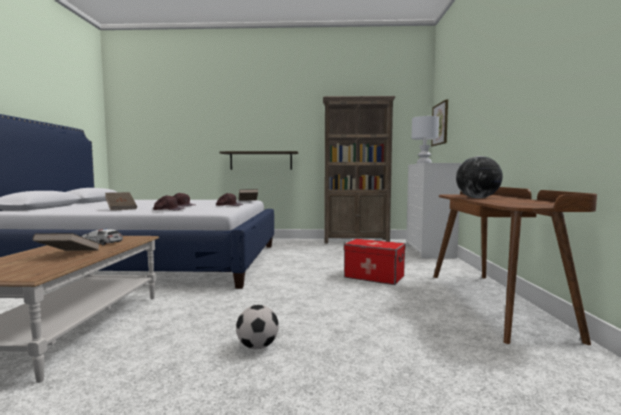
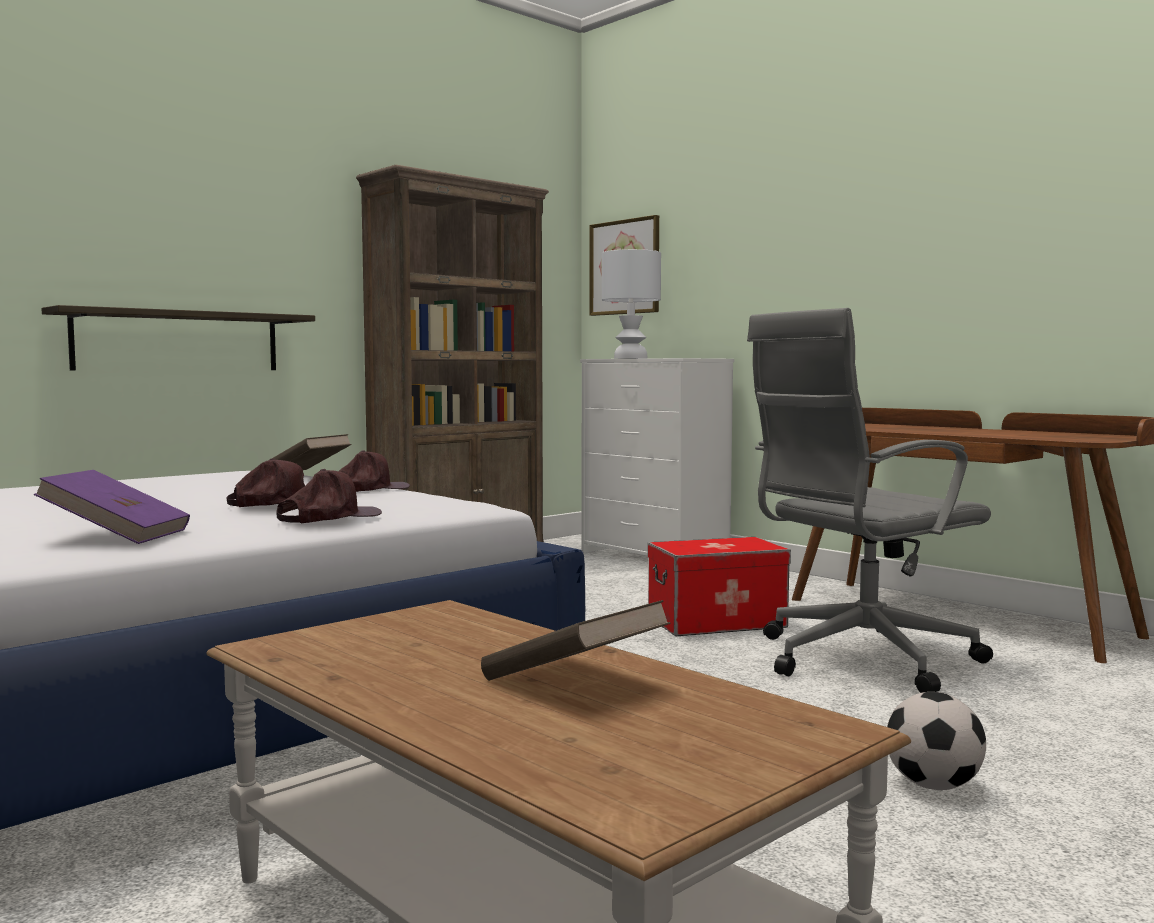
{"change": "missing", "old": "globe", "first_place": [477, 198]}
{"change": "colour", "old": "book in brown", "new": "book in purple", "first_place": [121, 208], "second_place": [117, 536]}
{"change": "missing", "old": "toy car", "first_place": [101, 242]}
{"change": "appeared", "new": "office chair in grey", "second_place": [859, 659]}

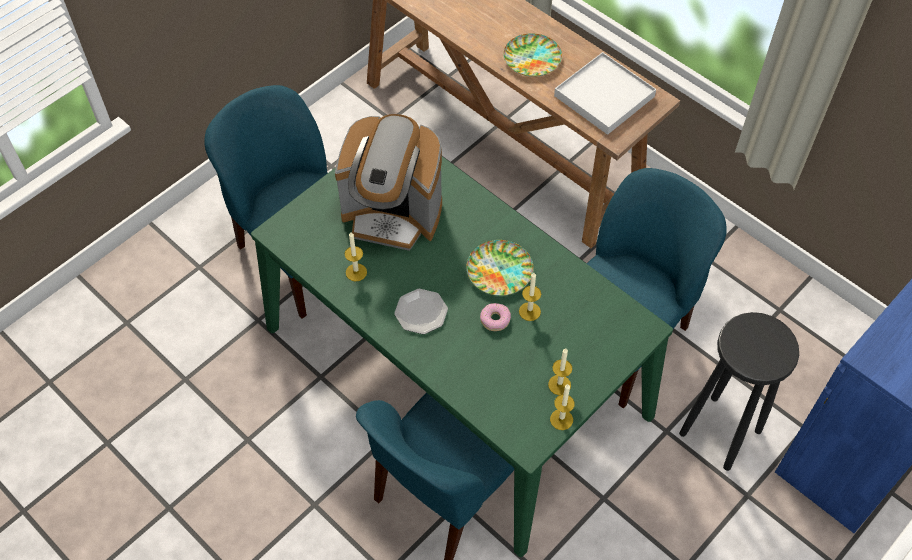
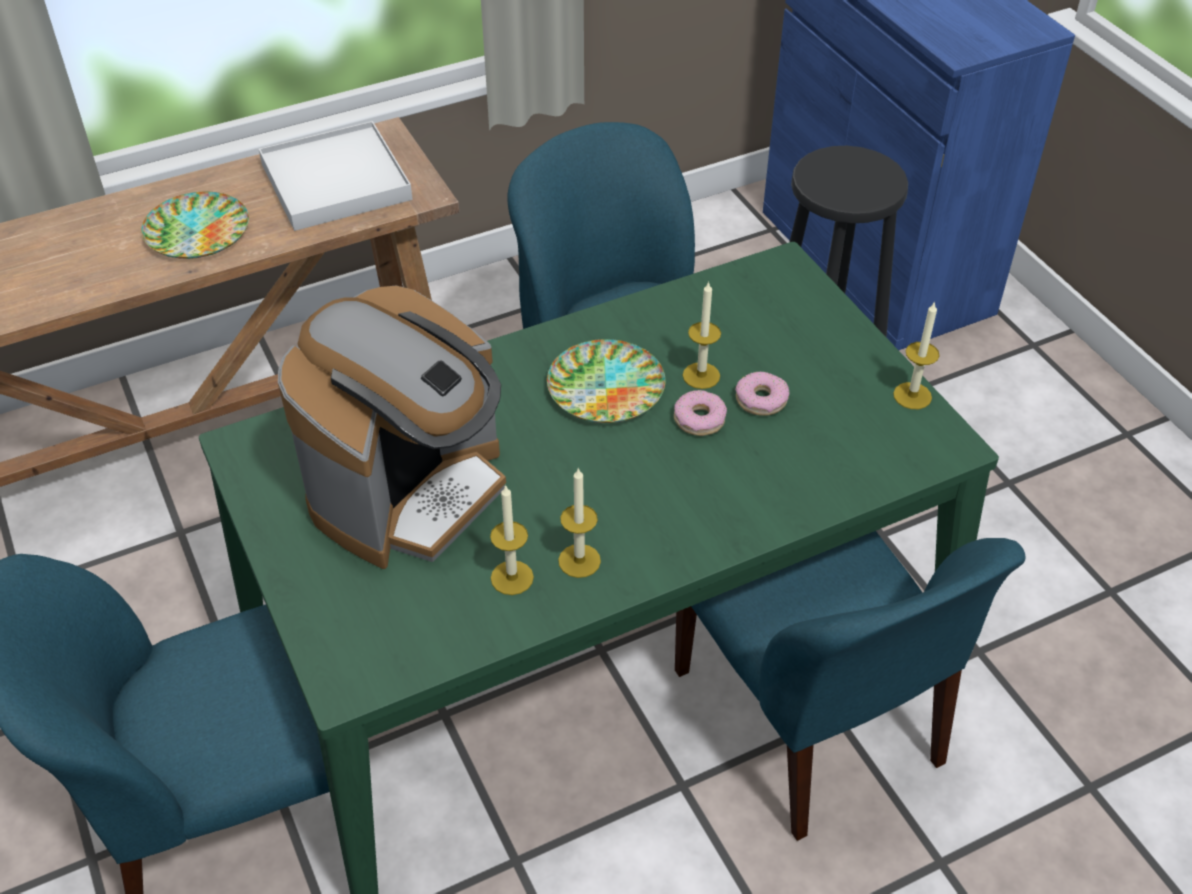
{"change": "missing", "old": "plate", "first_place": [421, 312]}
{"change": "relocated", "old": "candle", "first_place": [559, 385], "second_place": [579, 561]}
{"change": "appeared", "new": "donut", "second_place": [761, 400]}

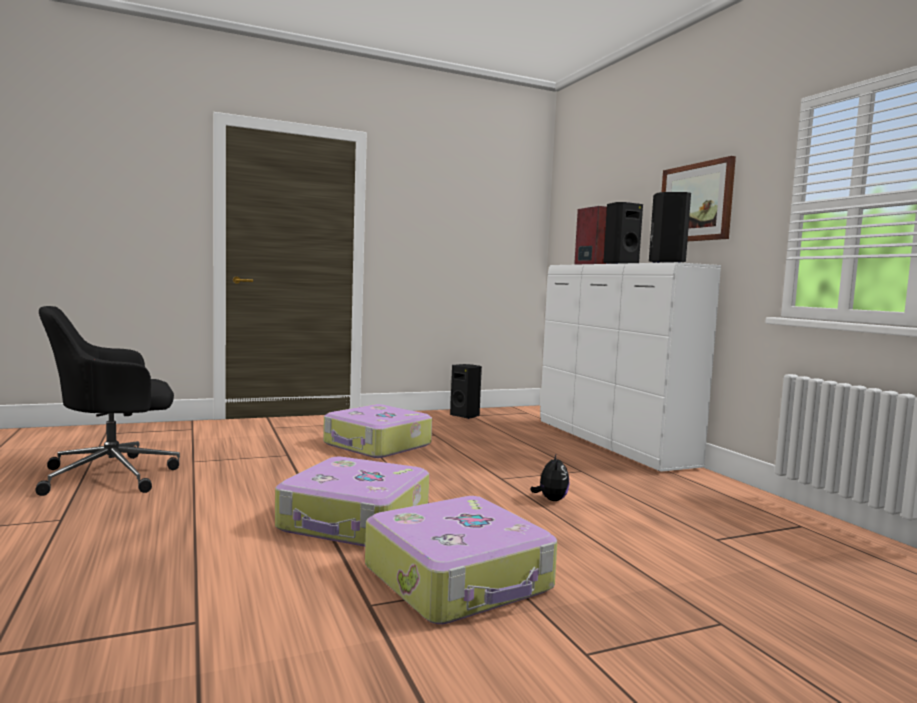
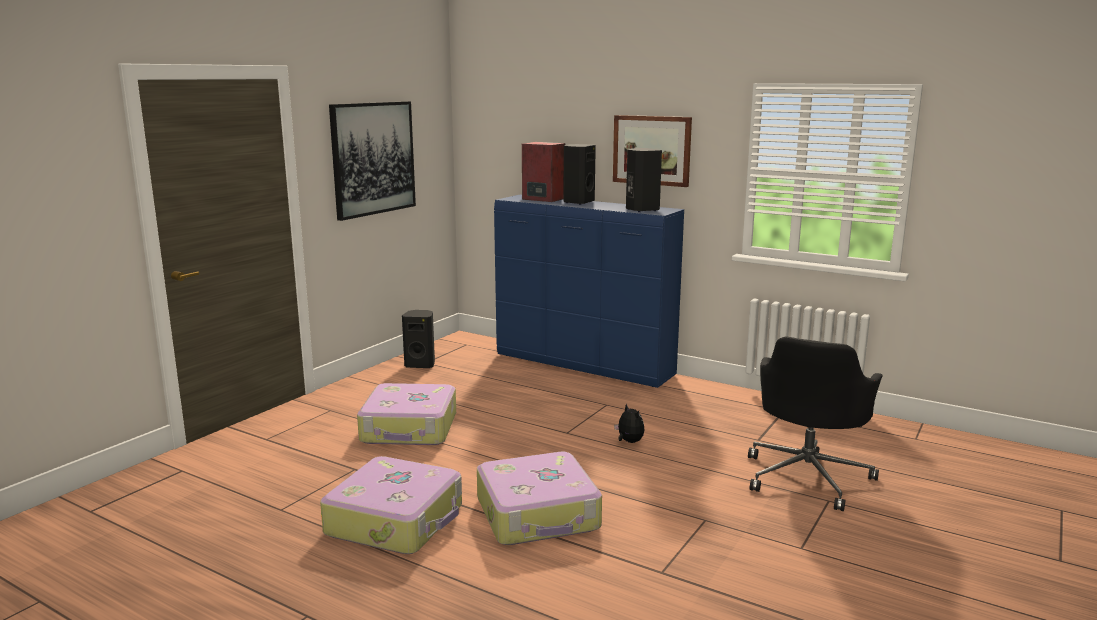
{"change": "colour", "old": "dresser in white", "new": "dresser in blue", "first_place": [610, 444], "second_place": [583, 366]}
{"change": "relocated", "old": "office chair in black", "first_place": [114, 475], "second_place": [807, 477]}
{"change": "relocated", "old": "suitcase", "first_place": [459, 579], "second_place": [397, 520]}
{"change": "appeared", "new": "picture", "second_place": [373, 158]}

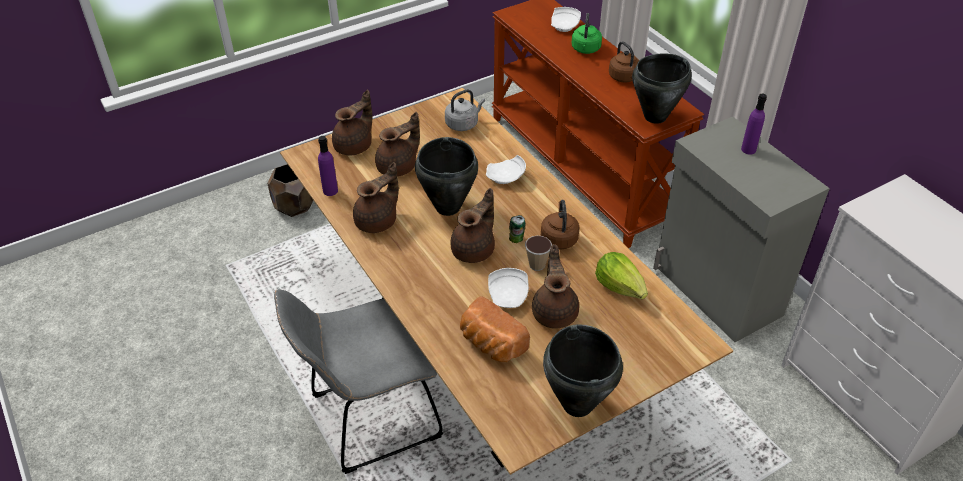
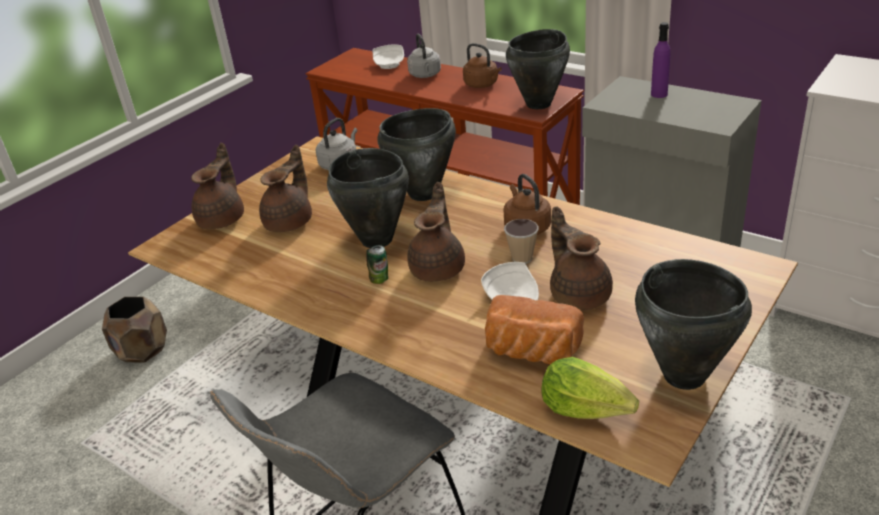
{"change": "colour", "old": "kettle in green", "new": "kettle in grey", "first_place": [585, 49], "second_place": [425, 75]}
{"change": "missing", "old": "bottle in purple", "first_place": [330, 191]}
{"change": "exchanged", "old": "plate in white", "new": "cooking pot in black", "first_place": [506, 177], "second_place": [424, 194]}
{"change": "missing", "old": "teapot in brown", "first_place": [378, 221]}
{"change": "relocated", "old": "can", "first_place": [516, 239], "second_place": [380, 279]}
{"change": "relocated", "old": "lettuce", "first_place": [620, 286], "second_place": [585, 408]}

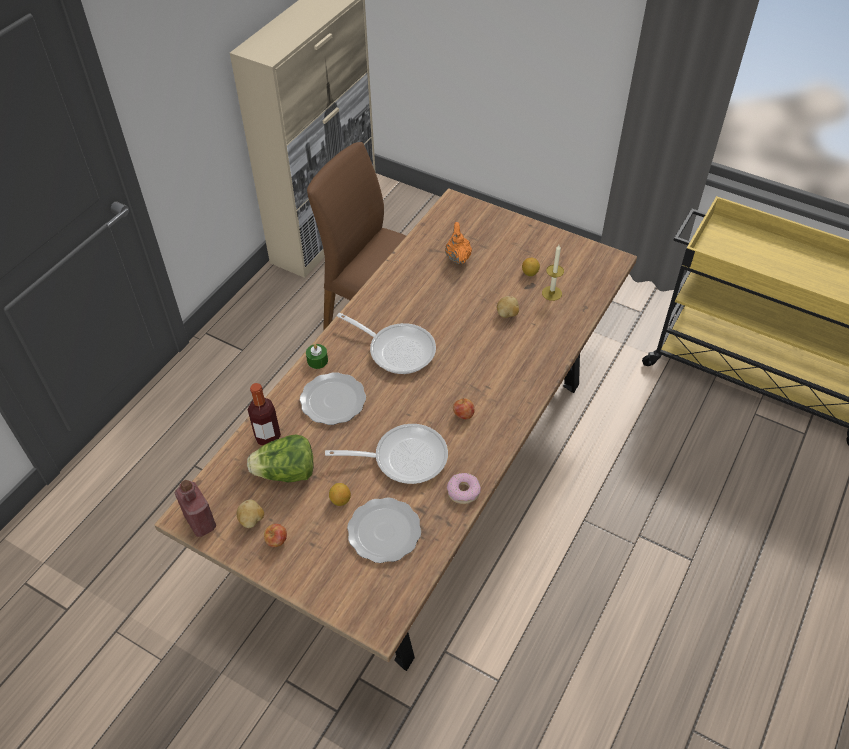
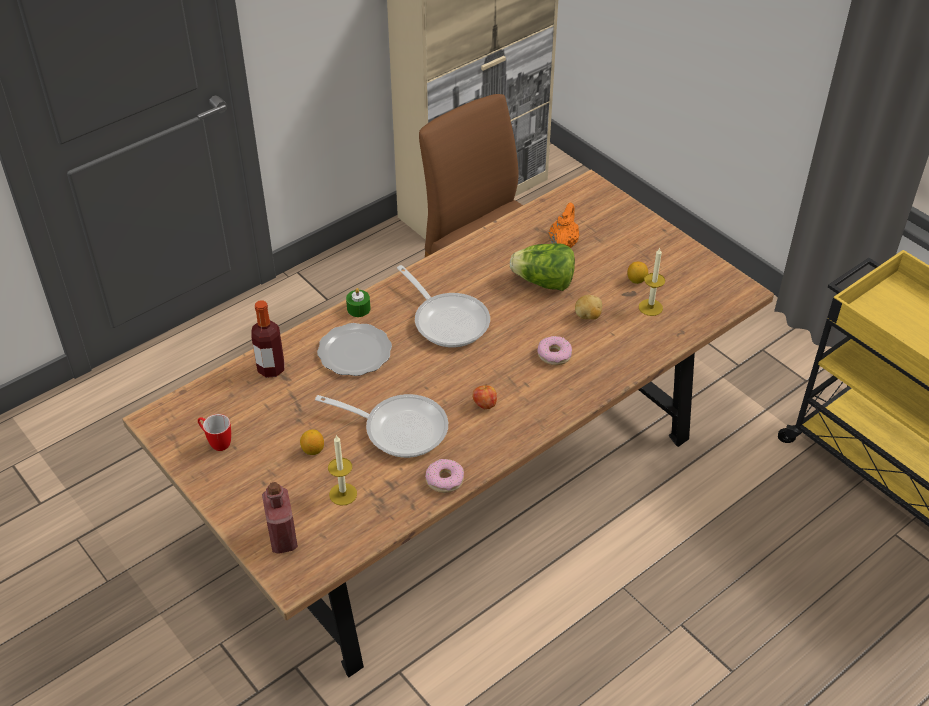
{"change": "relocated", "old": "lettuce", "first_place": [286, 473], "second_place": [544, 282]}
{"change": "relocated", "old": "bottle in red", "first_place": [200, 522], "second_place": [283, 538]}
{"change": "exchanged", "old": "plate", "new": "candle", "first_place": [385, 532], "second_place": [343, 494]}
{"change": "exchanged", "old": "potato", "new": "mug", "first_place": [252, 520], "second_place": [216, 442]}
{"change": "missing", "old": "apple", "first_place": [277, 541]}
{"change": "appeared", "new": "donut", "second_place": [554, 354]}

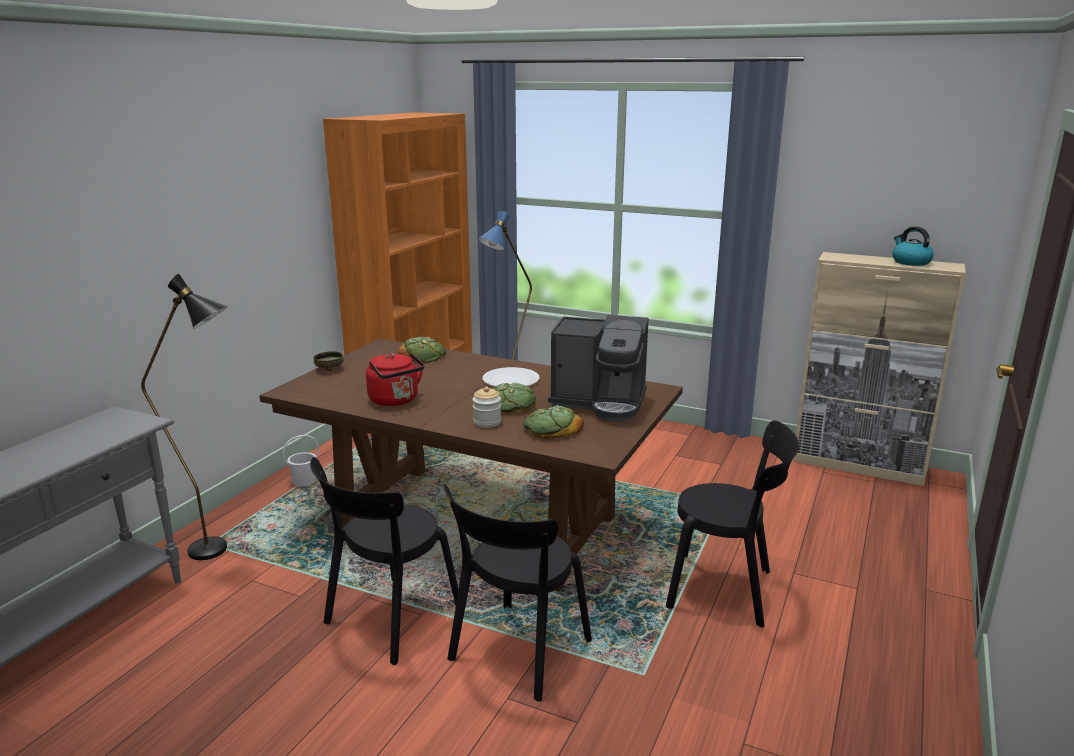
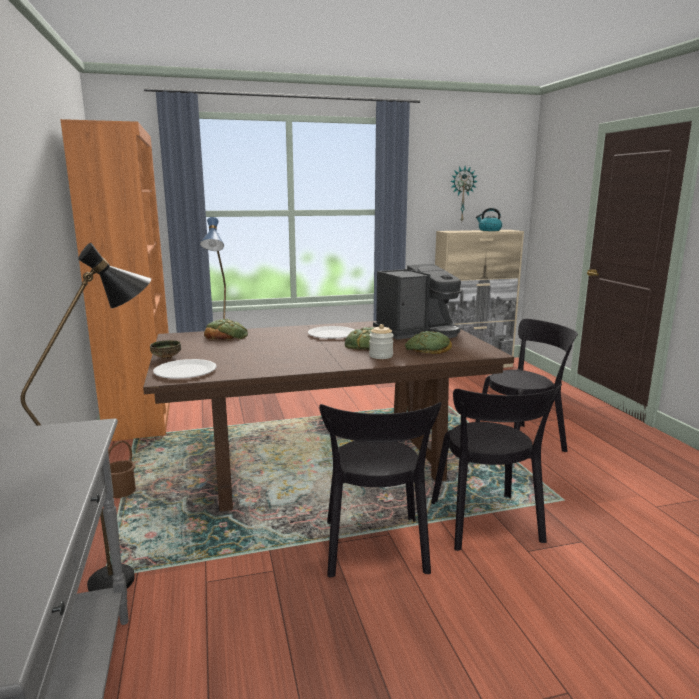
{"change": "missing", "old": "kettle in red", "first_place": [396, 400]}
{"change": "colour", "old": "bucket in white", "new": "bucket in brown", "first_place": [304, 481], "second_place": [122, 491]}
{"change": "appeared", "new": "wall clock", "second_place": [462, 194]}
{"change": "appeared", "new": "plate in white", "second_place": [185, 371]}

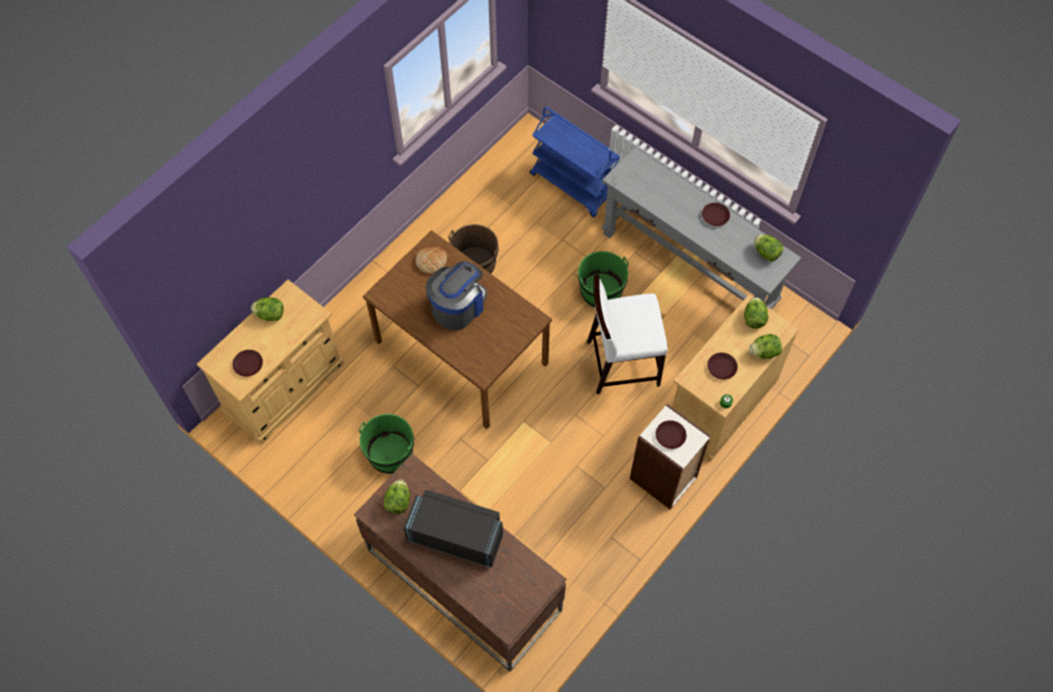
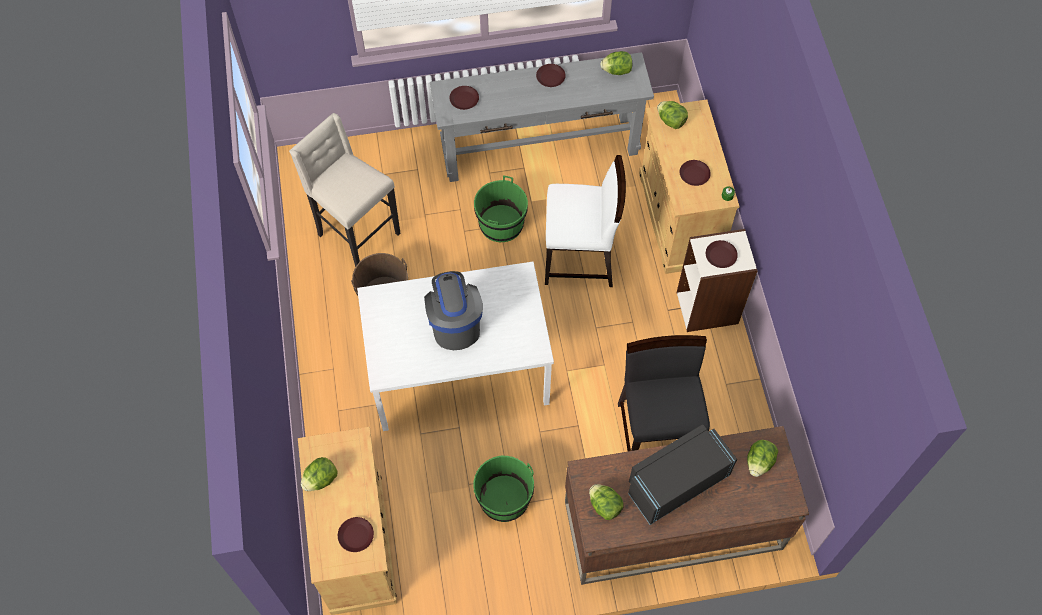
{"change": "missing", "old": "cart in blue", "first_place": [574, 185]}
{"change": "colour", "old": "dining table in brown", "new": "dining table in white", "first_place": [460, 352], "second_place": [458, 371]}
{"change": "missing", "old": "bread", "first_place": [431, 261]}
{"change": "spun", "old": "chair in white", "first_place": [622, 362], "second_place": [580, 259], "degrees": -120}
{"change": "relocated", "old": "lettuce", "first_place": [764, 352], "second_place": [759, 462]}
{"change": "appeared", "new": "plate in brown", "second_place": [464, 99]}
{"change": "appeared", "new": "stool in beige", "second_place": [356, 235]}
{"change": "appeared", "new": "chair in black", "second_place": [656, 432]}

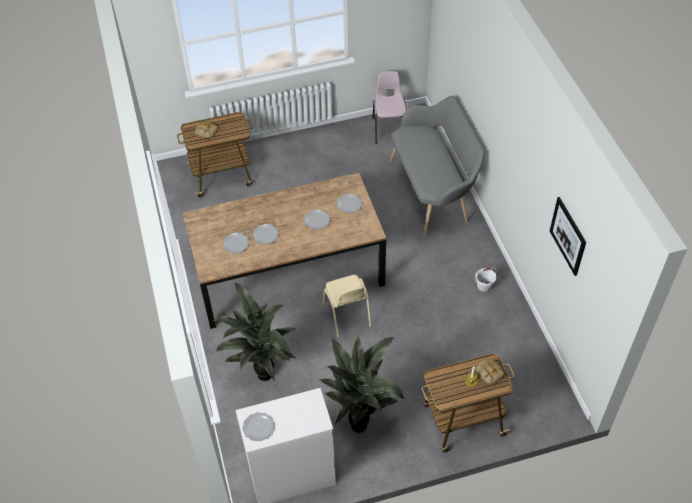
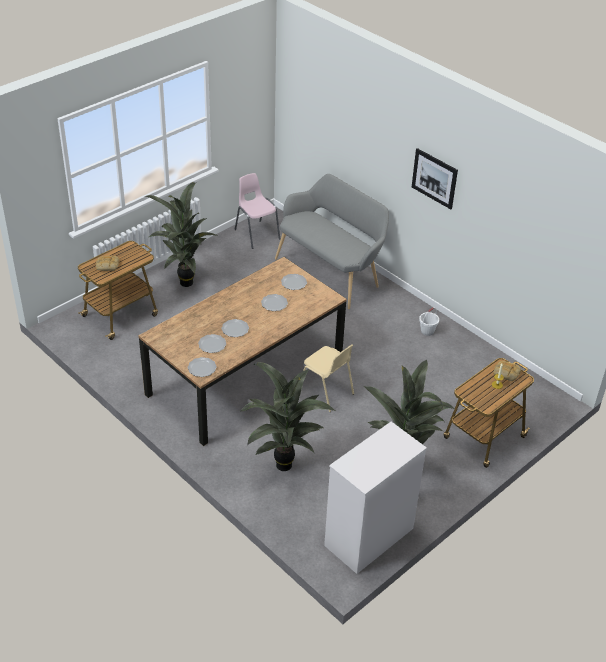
{"change": "relocated", "old": "picture", "first_place": [568, 236], "second_place": [434, 178]}
{"change": "relocated", "old": "plate", "first_place": [258, 427], "second_place": [201, 368]}
{"change": "appeared", "new": "potted plant", "second_place": [183, 282]}

